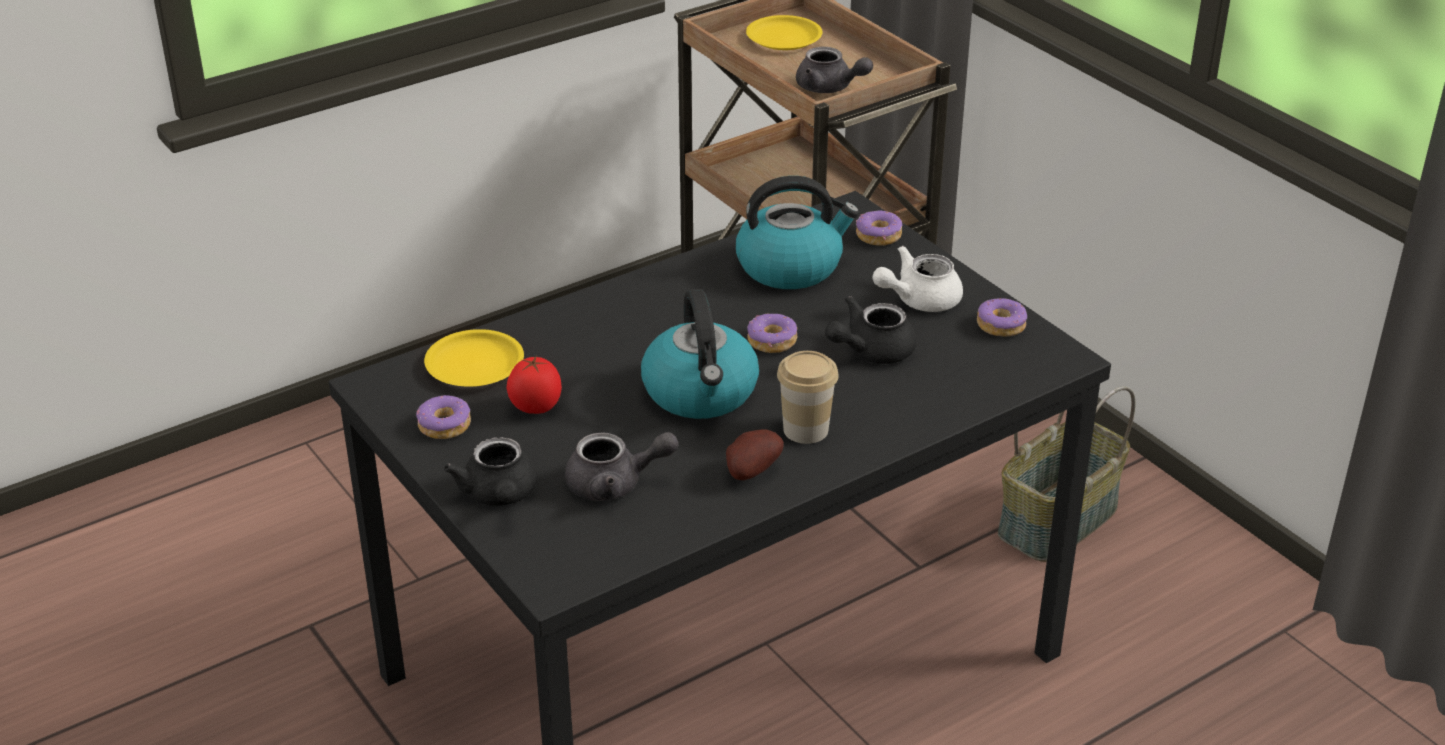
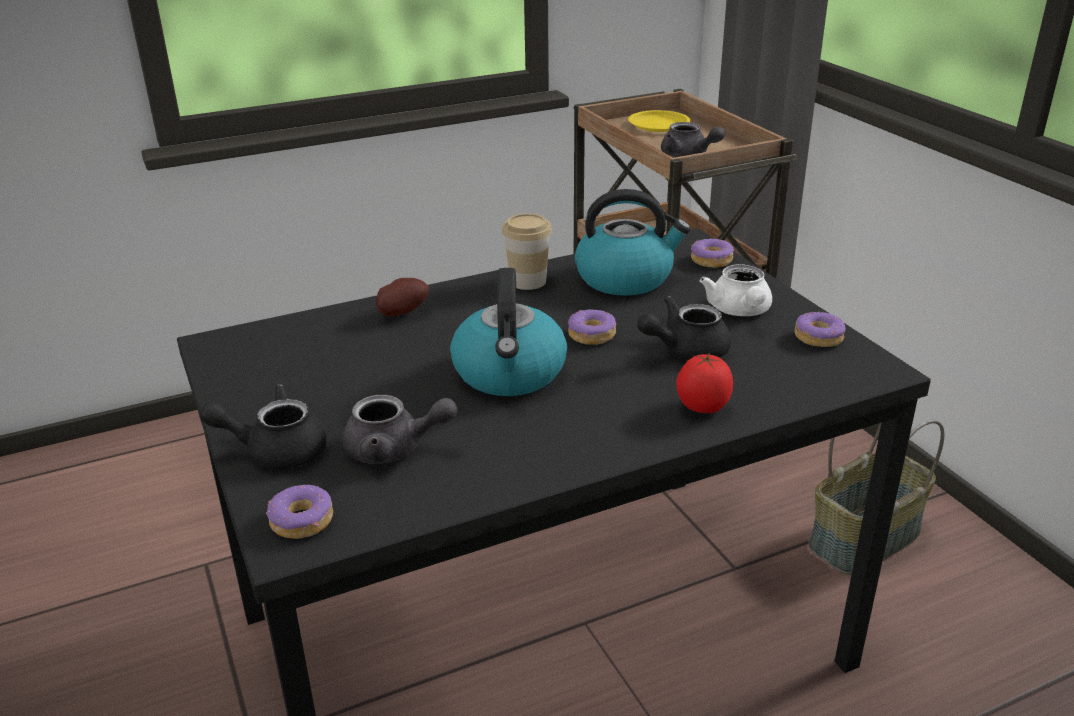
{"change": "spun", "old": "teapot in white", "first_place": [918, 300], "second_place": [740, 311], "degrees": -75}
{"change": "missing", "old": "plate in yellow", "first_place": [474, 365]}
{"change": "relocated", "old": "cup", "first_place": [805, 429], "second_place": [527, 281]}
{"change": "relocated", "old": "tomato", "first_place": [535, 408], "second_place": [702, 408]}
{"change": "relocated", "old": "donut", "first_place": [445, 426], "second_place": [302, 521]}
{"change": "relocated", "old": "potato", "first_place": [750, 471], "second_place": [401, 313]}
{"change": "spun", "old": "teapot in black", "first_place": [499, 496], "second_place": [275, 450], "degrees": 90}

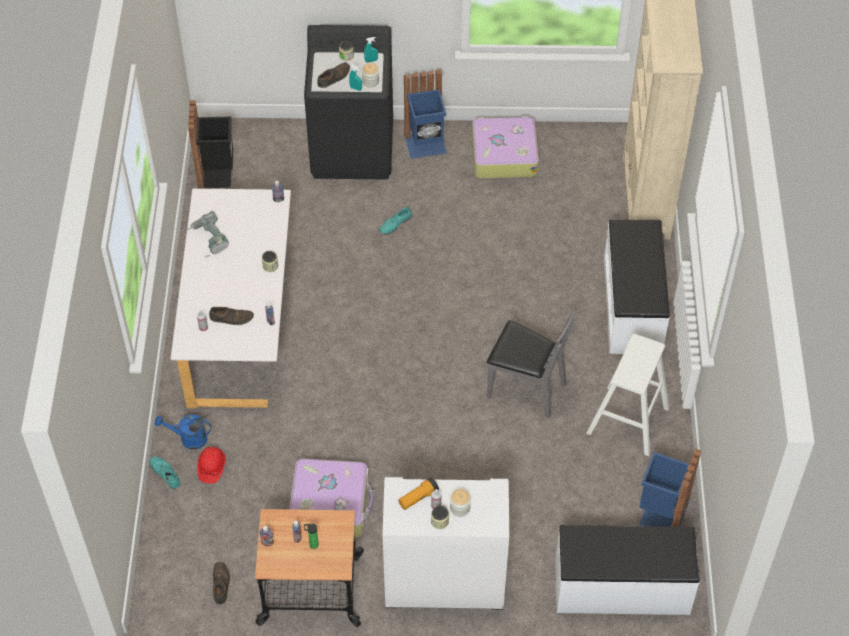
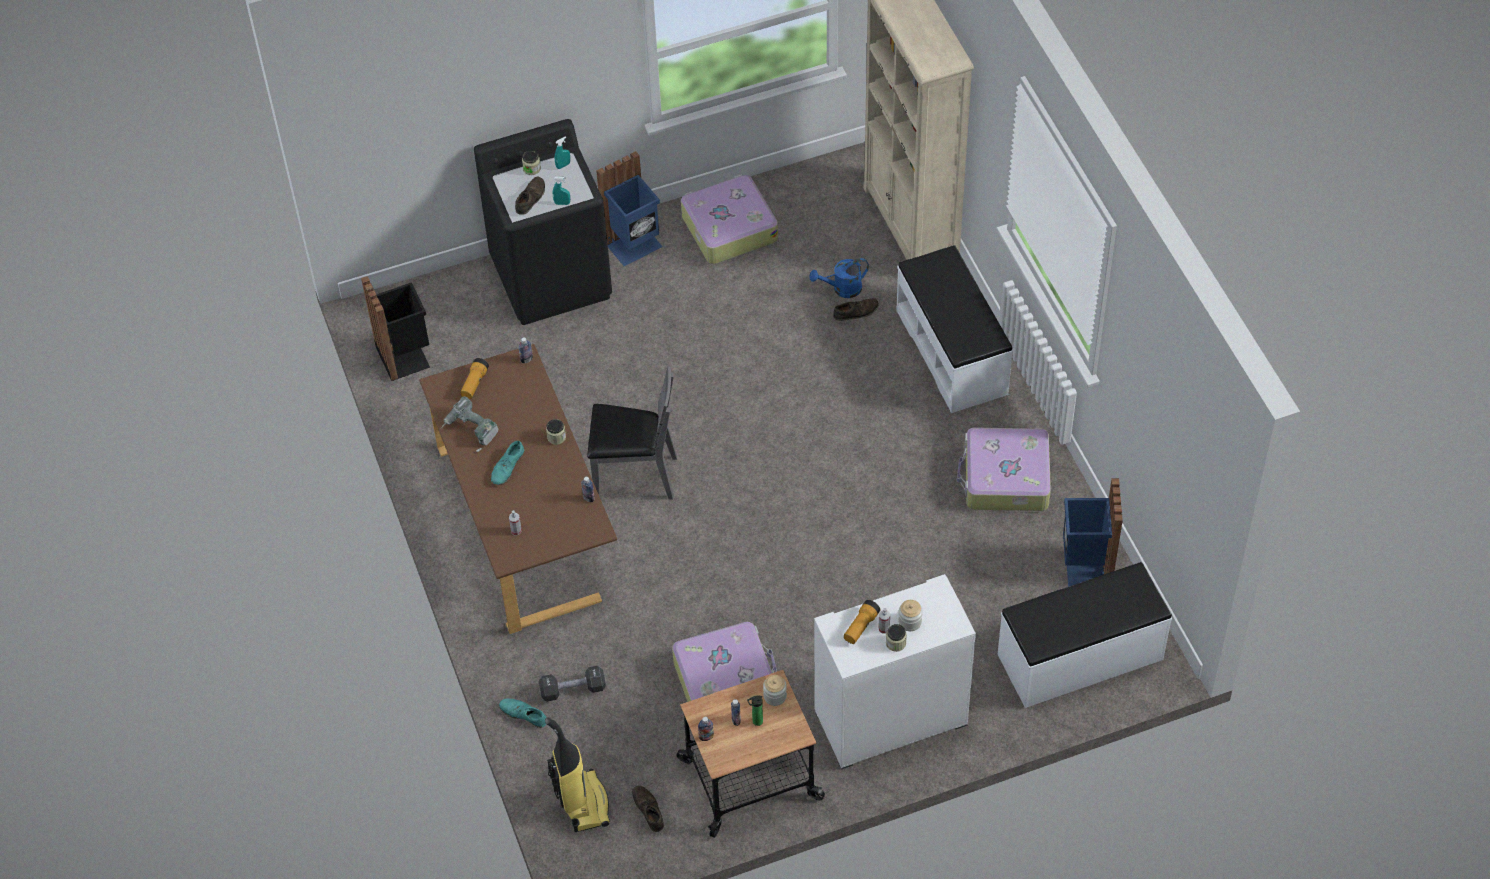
{"change": "relocated", "old": "jar", "first_place": [370, 81], "second_place": [775, 696]}
{"change": "colour", "old": "desk in white", "new": "desk in brown", "first_place": [241, 327], "second_place": [525, 523]}
{"change": "relocated", "old": "shoe in turquoise", "first_place": [395, 224], "second_place": [507, 467]}
{"change": "relocated", "old": "shoe in brown", "first_place": [231, 318], "second_place": [856, 312]}
{"change": "relocated", "old": "chair in grey", "first_place": [526, 389], "second_place": [634, 476]}
{"change": "exchanged", "old": "stool in white", "new": "suitcase", "first_place": [628, 420], "second_place": [1005, 479]}
{"change": "relocated", "old": "watering can in blue", "first_place": [188, 439], "second_place": [842, 289]}
{"change": "exchanged", "old": "hard hat in red", "new": "dumbbell in black", "first_place": [211, 468], "second_place": [573, 689]}
{"change": "appeared", "new": "flashlight", "second_place": [474, 384]}
{"change": "appeared", "new": "vacuum cleaner", "second_place": [583, 802]}

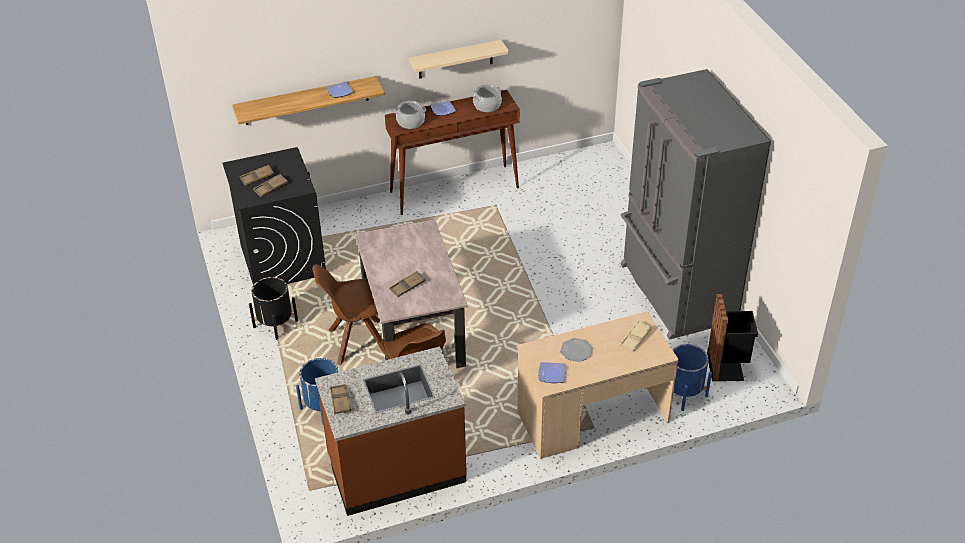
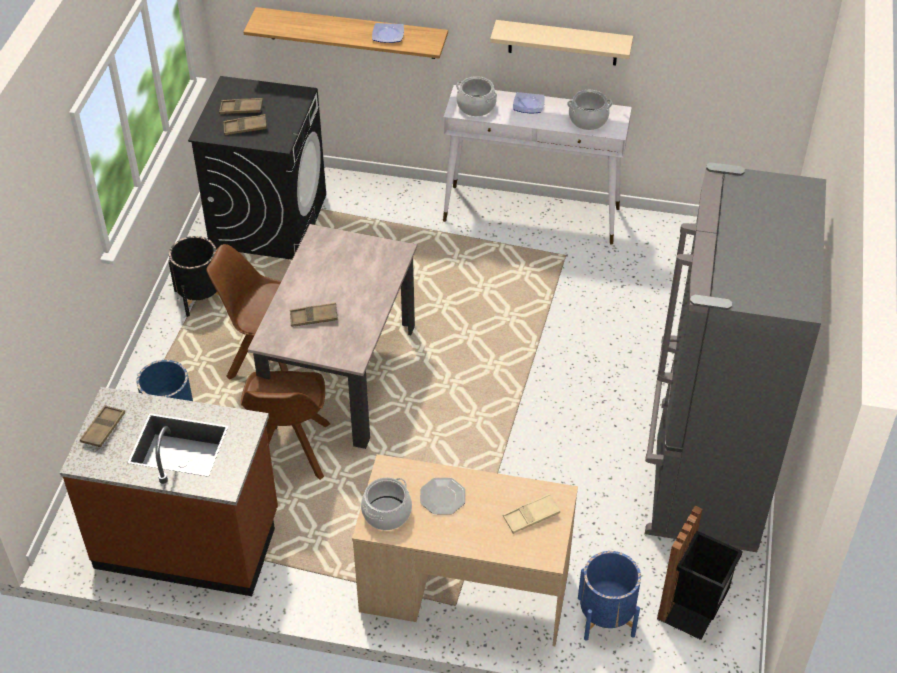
{"change": "colour", "old": "console table in brown", "new": "console table in white", "first_place": [455, 189], "second_place": [532, 214]}
{"change": "exchanged", "old": "plate", "new": "cooking pot", "first_place": [551, 374], "second_place": [386, 513]}

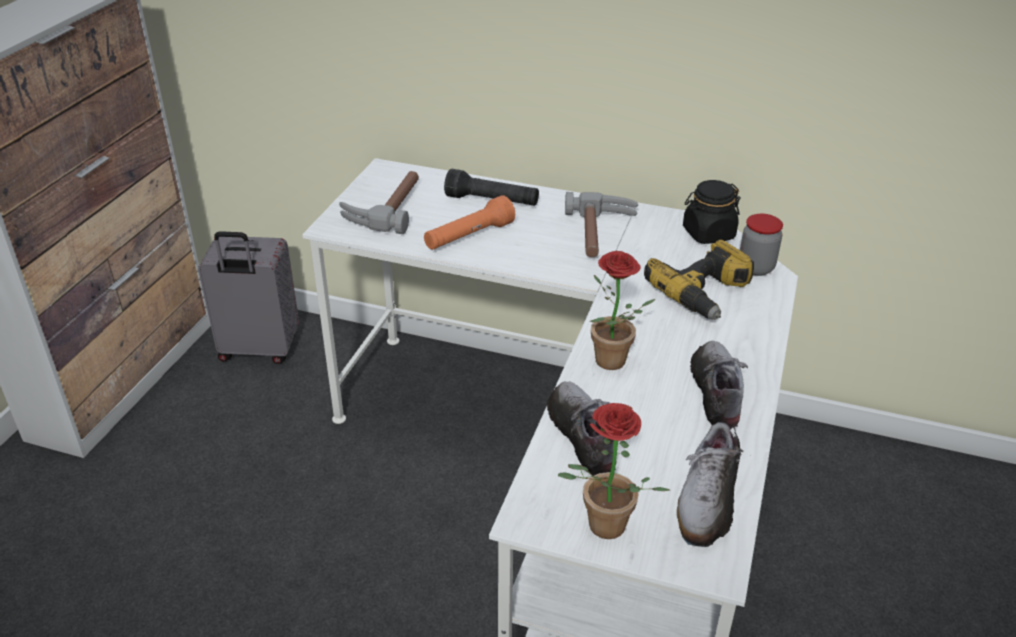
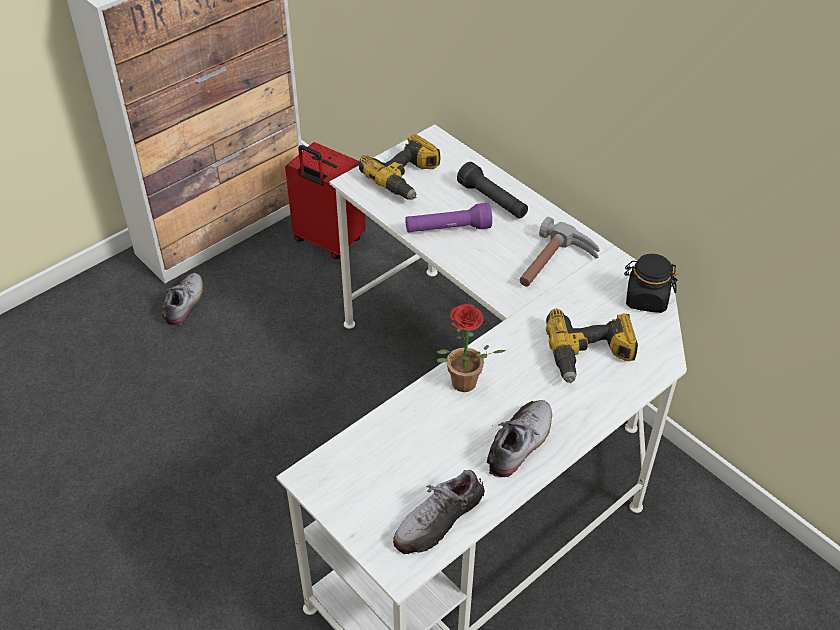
{"change": "exchanged", "old": "hammer", "new": "power drill", "first_place": [386, 208], "second_place": [406, 178]}
{"change": "colour", "old": "flashlight in orange", "new": "flashlight in purple", "first_place": [469, 237], "second_place": [448, 229]}
{"change": "missing", "old": "jar", "first_place": [755, 268]}
{"change": "colour", "old": "suitcase in grey", "new": "suitcase in red", "first_place": [259, 350], "second_place": [327, 241]}
{"change": "relocated", "old": "shoe", "first_place": [582, 435], "second_place": [184, 302]}
{"change": "missing", "old": "potted plant", "first_place": [602, 530]}

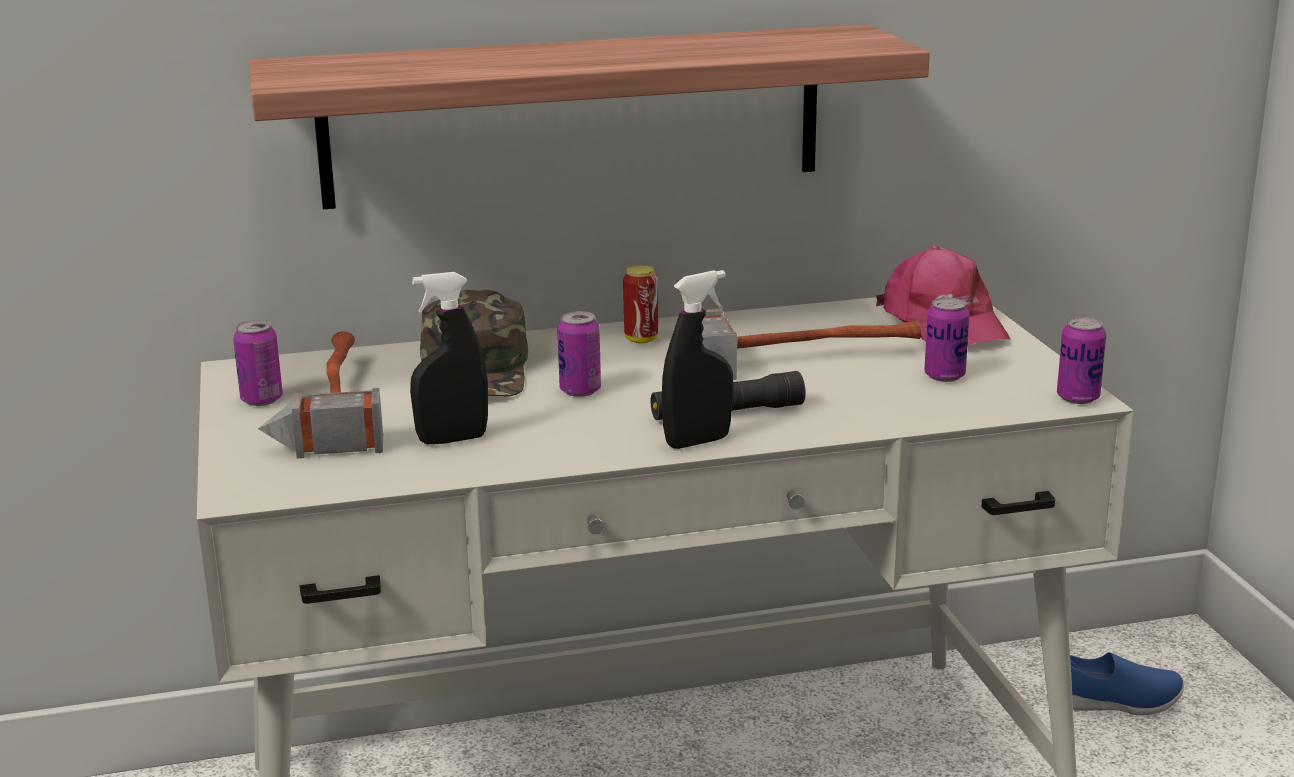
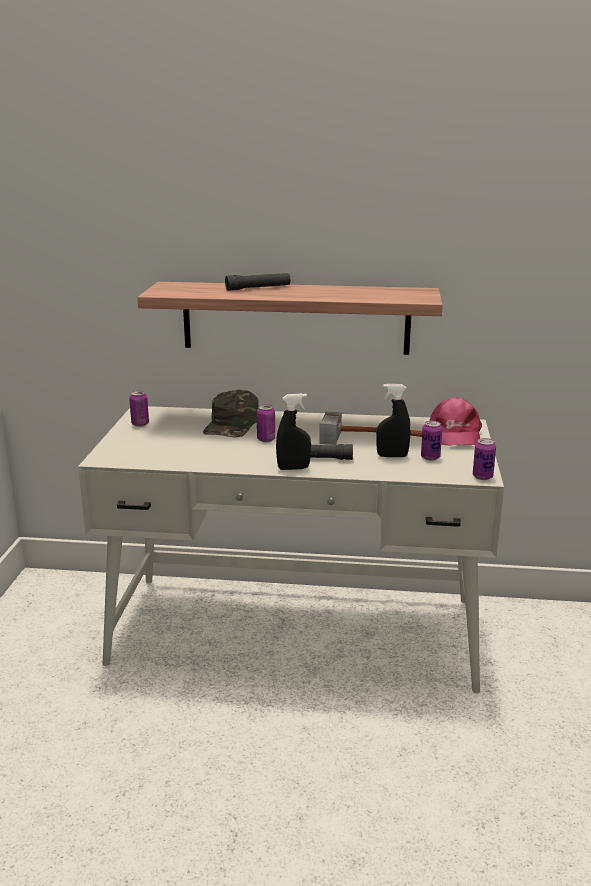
{"change": "missing", "old": "can", "first_place": [641, 339]}
{"change": "relocated", "old": "spray bottle in black", "first_place": [452, 439], "second_place": [392, 456]}
{"change": "missing", "old": "hammer", "first_place": [327, 406]}
{"change": "missing", "old": "shoe in blue", "first_place": [1114, 704]}
{"change": "appeared", "new": "flashlight in black", "second_place": [258, 288]}

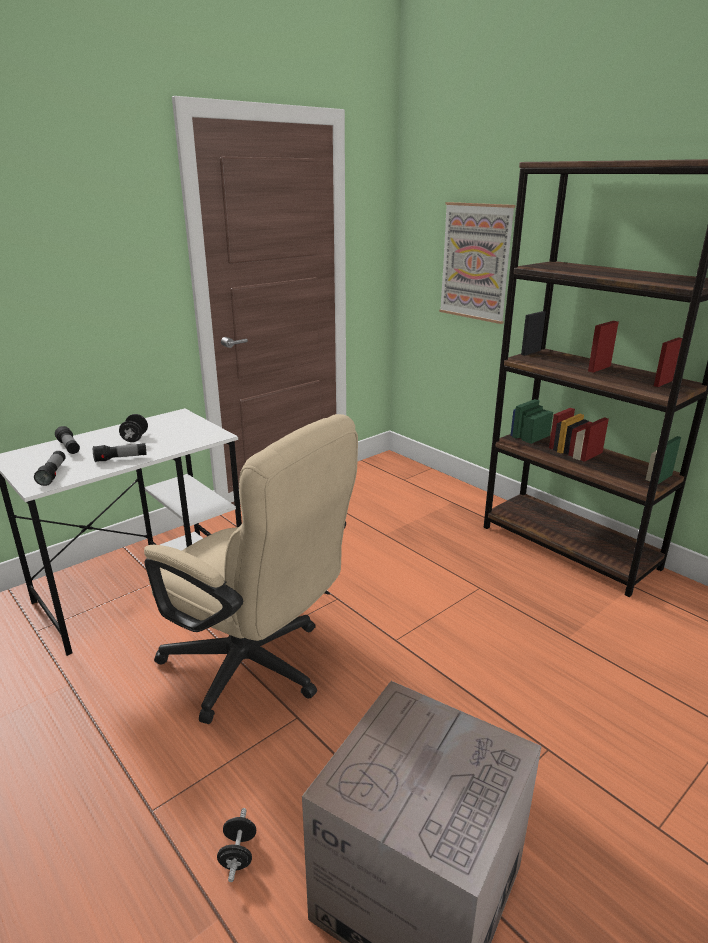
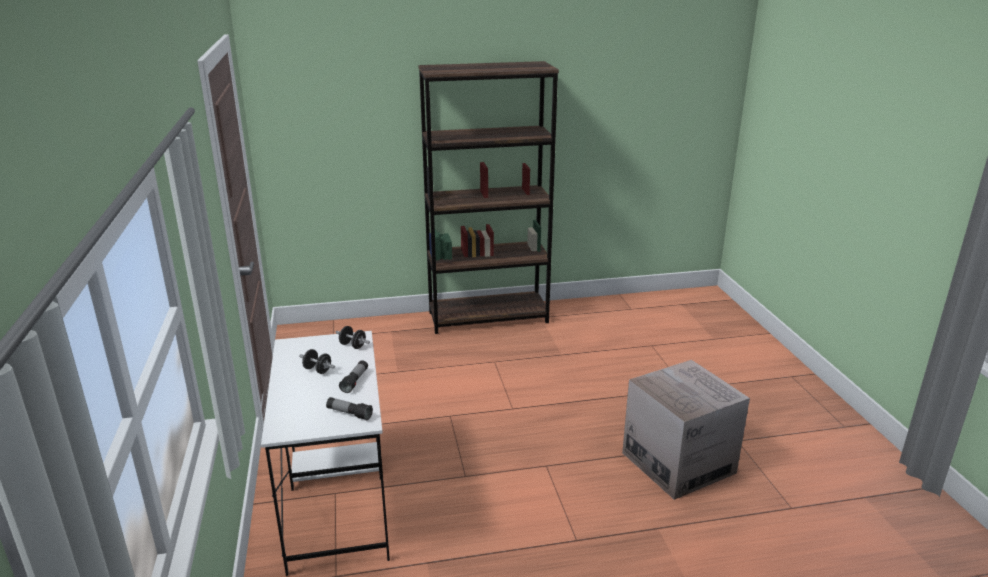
{"change": "missing", "old": "picture", "first_place": [475, 262]}
{"change": "missing", "old": "office chair in beige", "first_place": [257, 669]}
{"change": "missing", "old": "flashlight", "first_place": [69, 447]}
{"change": "relocated", "old": "dumbbell in black", "first_place": [238, 854], "second_place": [353, 345]}

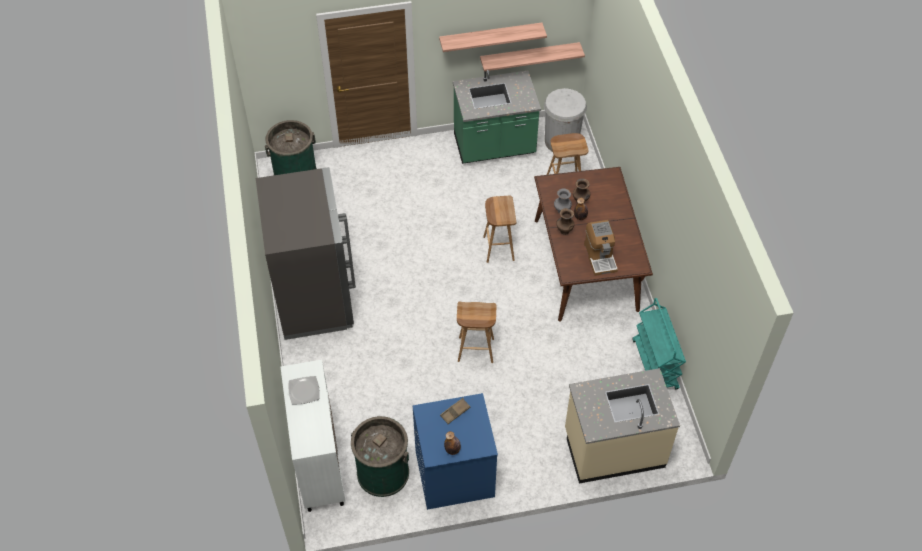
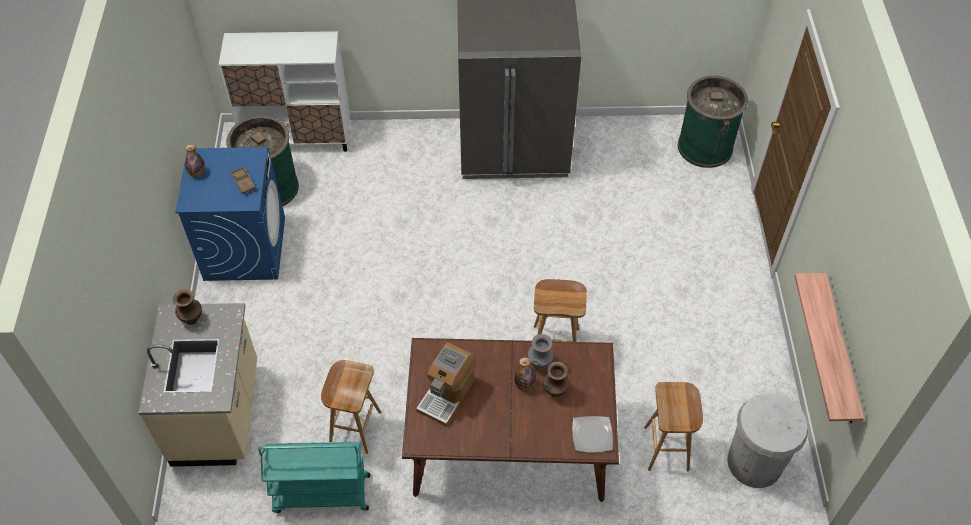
{"change": "missing", "old": "shelf", "first_place": [490, 37]}
{"change": "missing", "old": "counter in green", "first_place": [494, 146]}
{"change": "relocated", "old": "vase in brown", "first_place": [564, 231], "second_place": [192, 319]}
{"change": "spun", "old": "coffee machine", "first_place": [600, 256], "second_place": [447, 394], "degrees": -60}
{"change": "relocated", "old": "stool in brown", "first_place": [475, 350], "second_place": [355, 427]}
{"change": "relocated", "old": "plate", "first_place": [304, 390], "second_place": [592, 435]}

